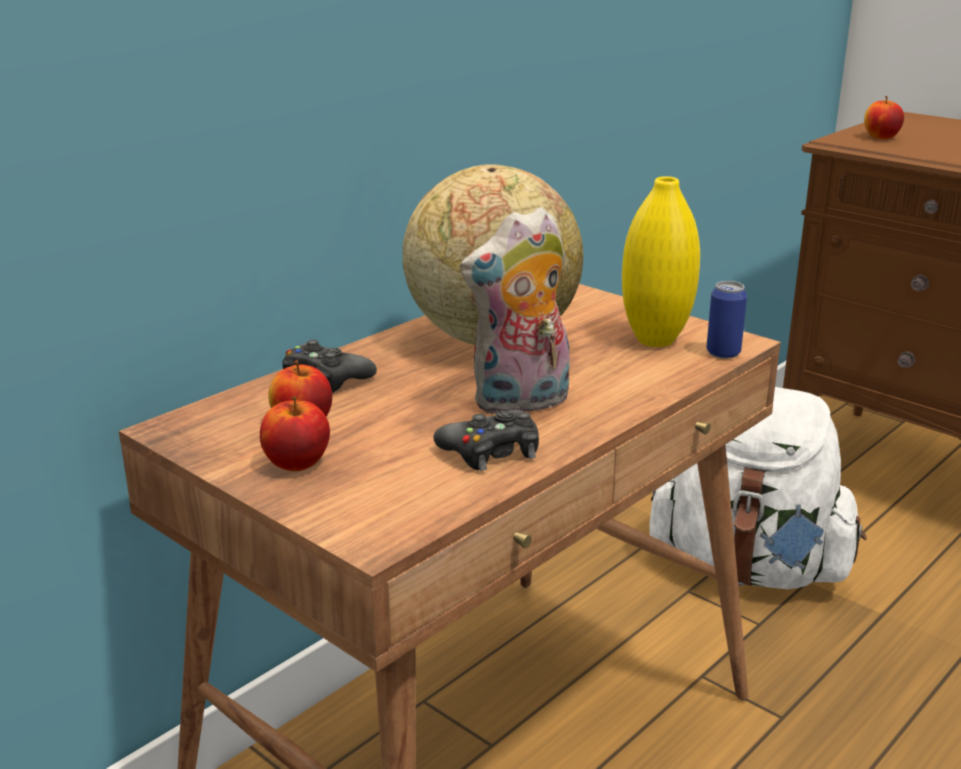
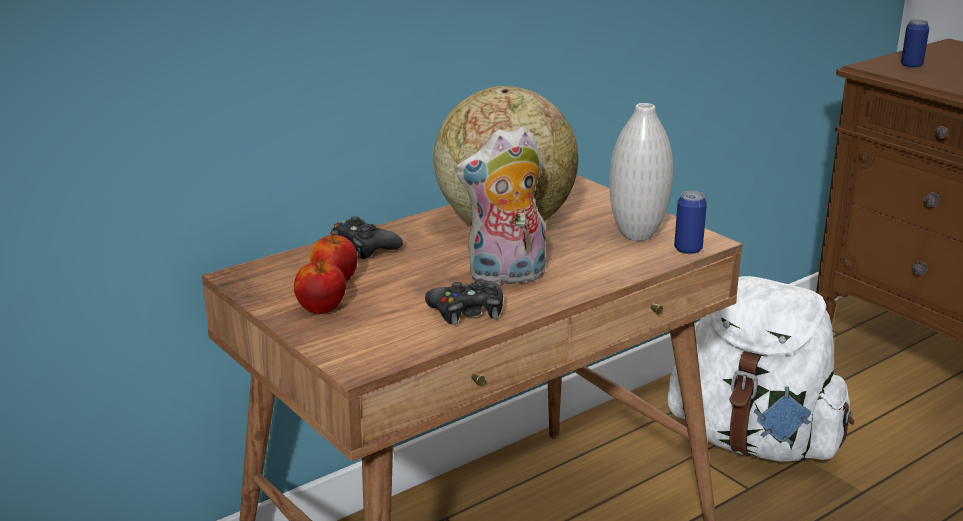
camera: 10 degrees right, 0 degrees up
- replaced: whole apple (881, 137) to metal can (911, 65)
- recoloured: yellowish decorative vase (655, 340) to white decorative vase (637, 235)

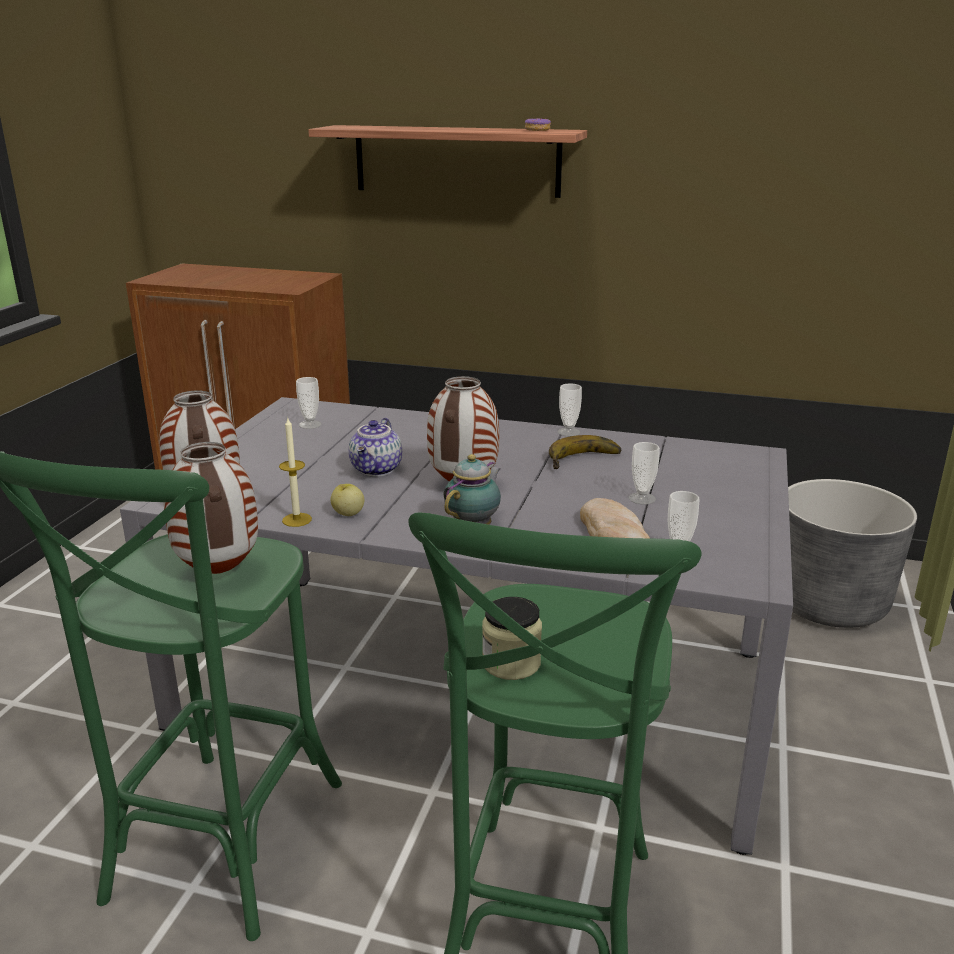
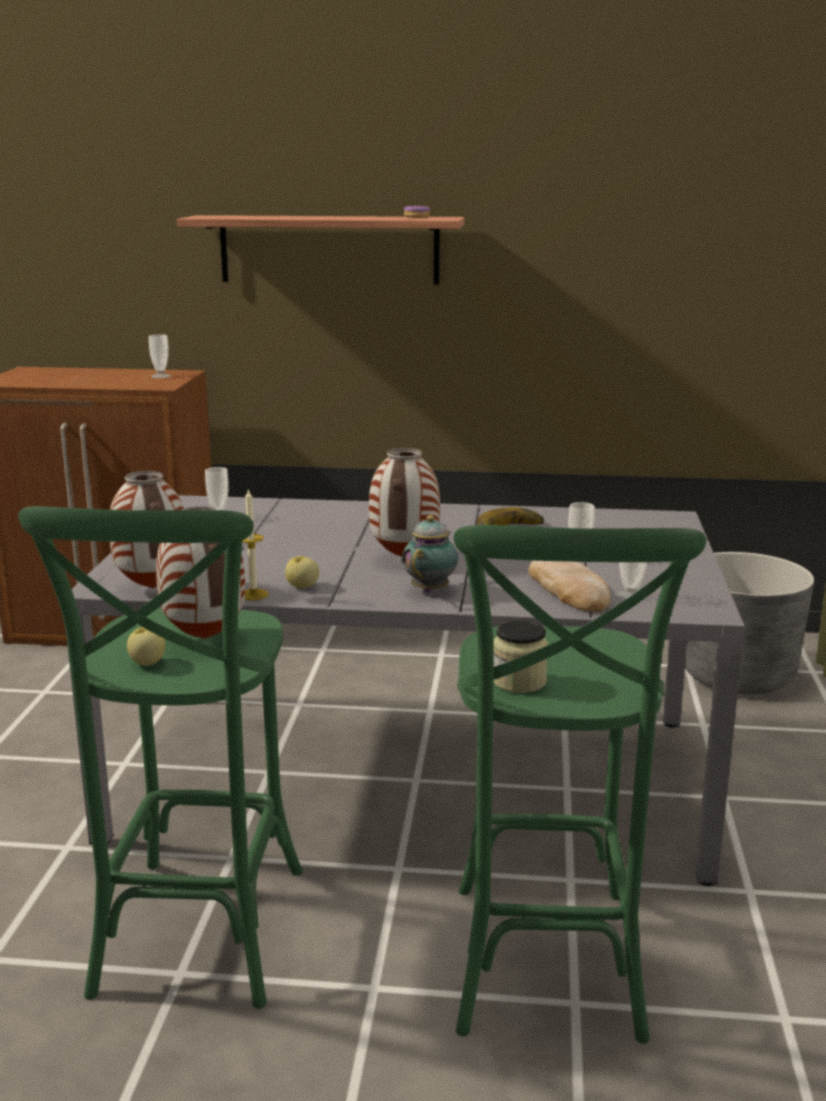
camera: 10 degrees left, 5 degrees down
- moved: small cup (568, 432) to (160, 376)
- removed: tea pot (377, 470)
- added: whole apple (147, 663)

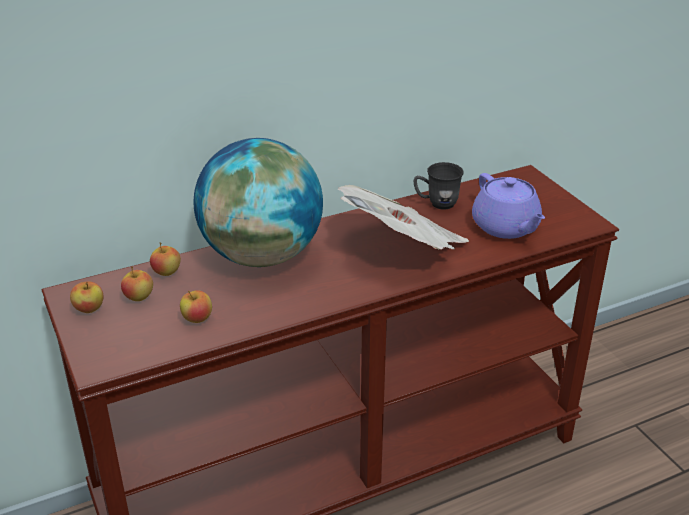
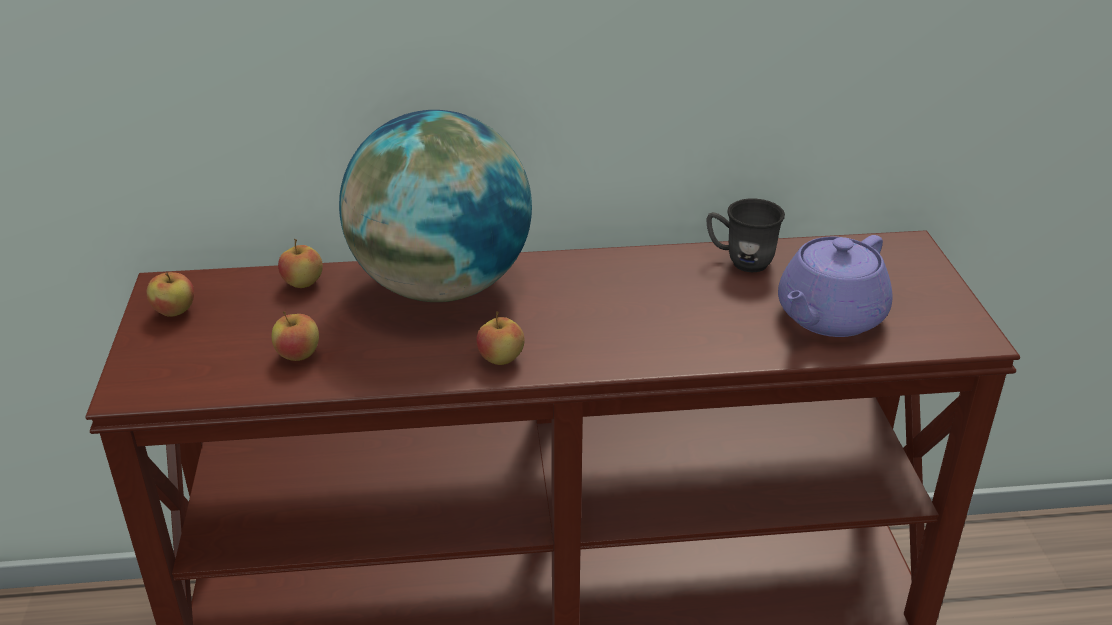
camera: 20 degrees right, 0 degrees up
- turned: purplish tea pot (506, 227) = (828, 317) 45 degrees clockwise
- removed: printed paper (403, 248)
- moved: whole apple (138, 297) to (500, 359)

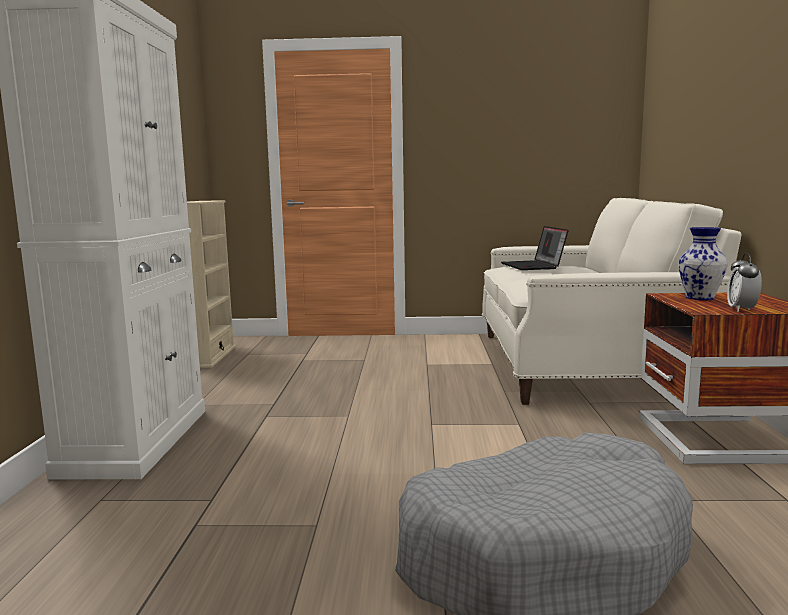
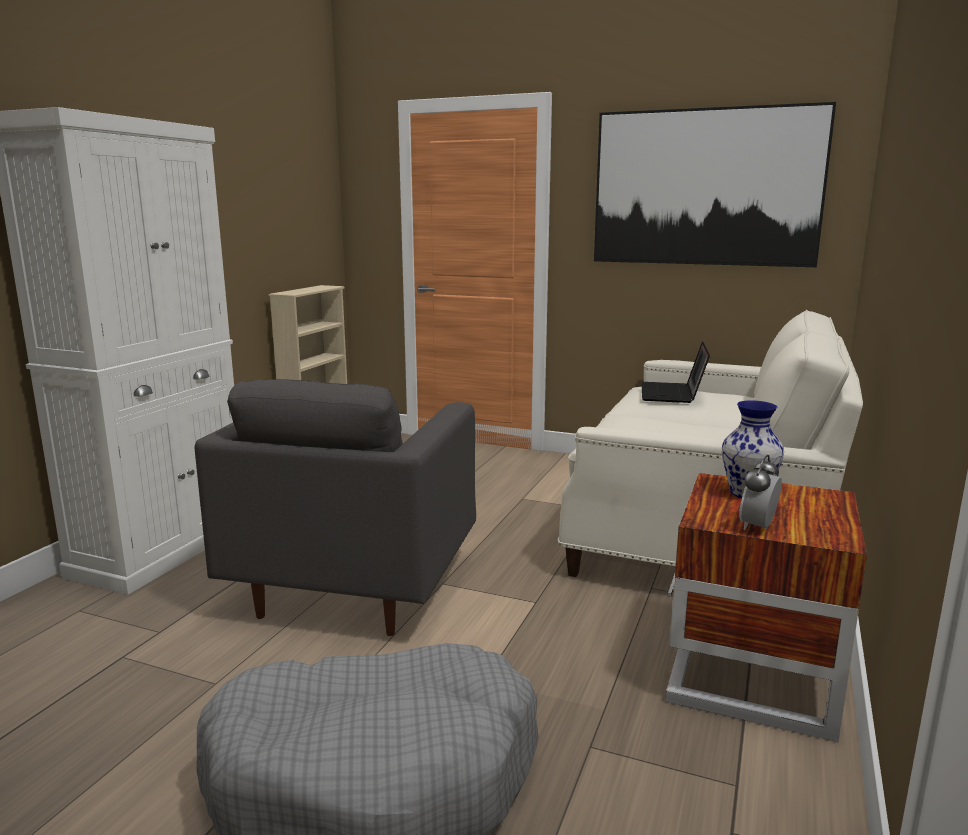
camera: 20 degrees right, 5 degrees up
- added: picture (705, 188)
- added: grey lounge chair (354, 586)

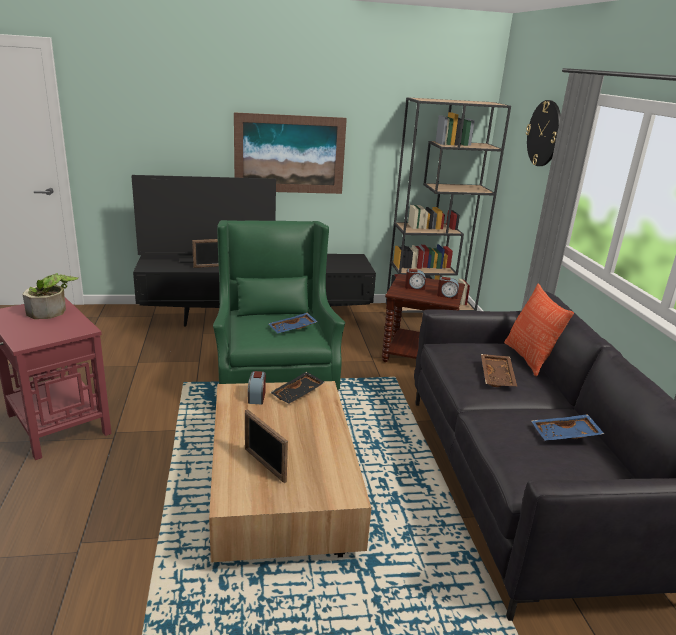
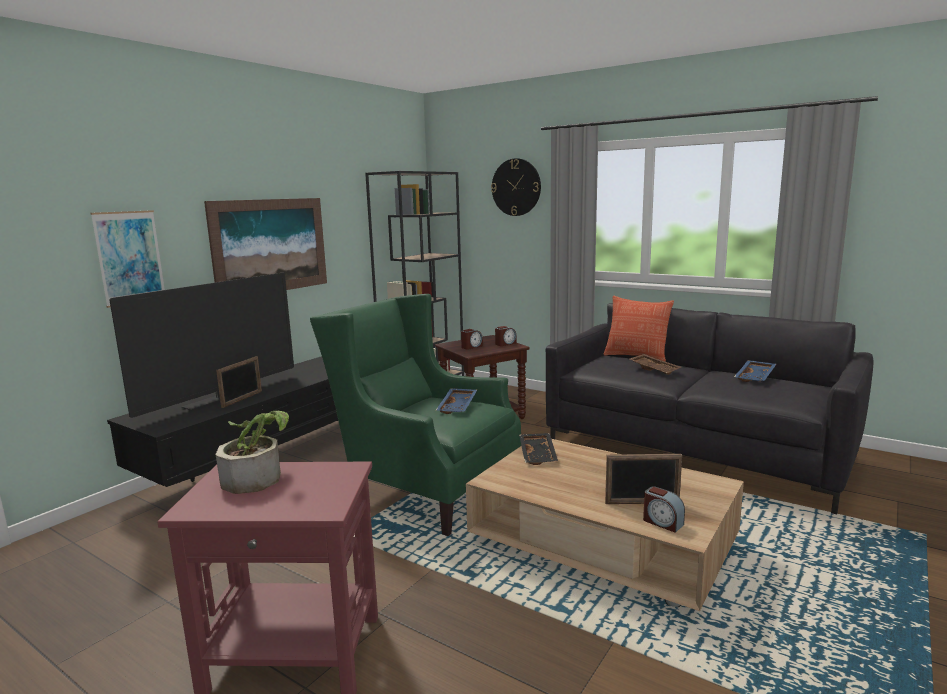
camera: 45 degrees left, 10 degrees down
- moved: table clock (256, 397) to (662, 522)
- added: picture (129, 257)

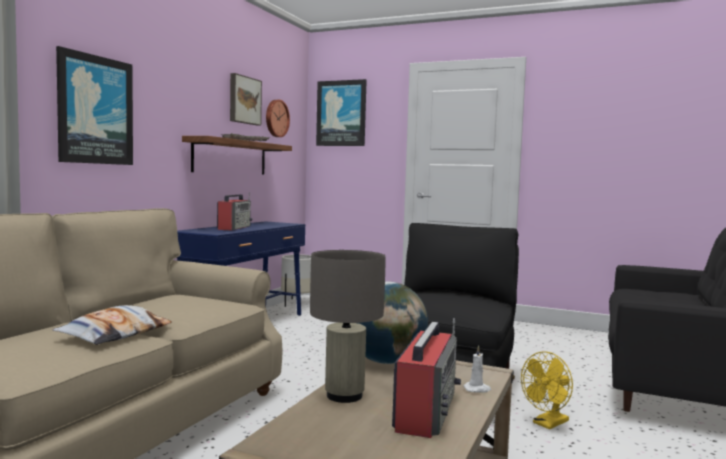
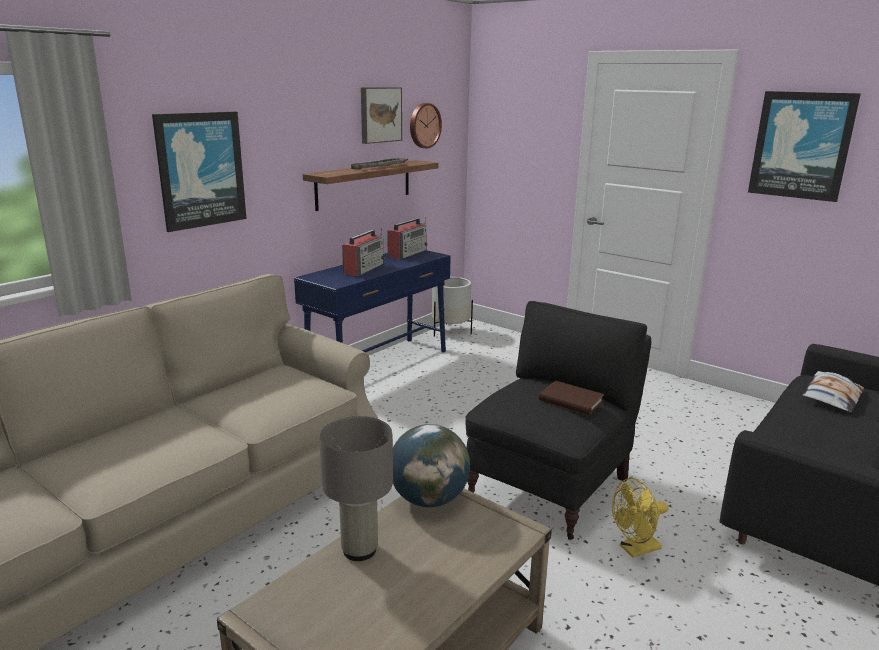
camera: 15 degrees right, 15 degrees up
- moved: picture (341, 113) to (801, 145)
- moved: throw pillow (115, 334) to (831, 397)
- moved: radio receiver (425, 411) to (408, 253)
- removed: white candle (477, 389)
- added: brownish volume (571, 401)

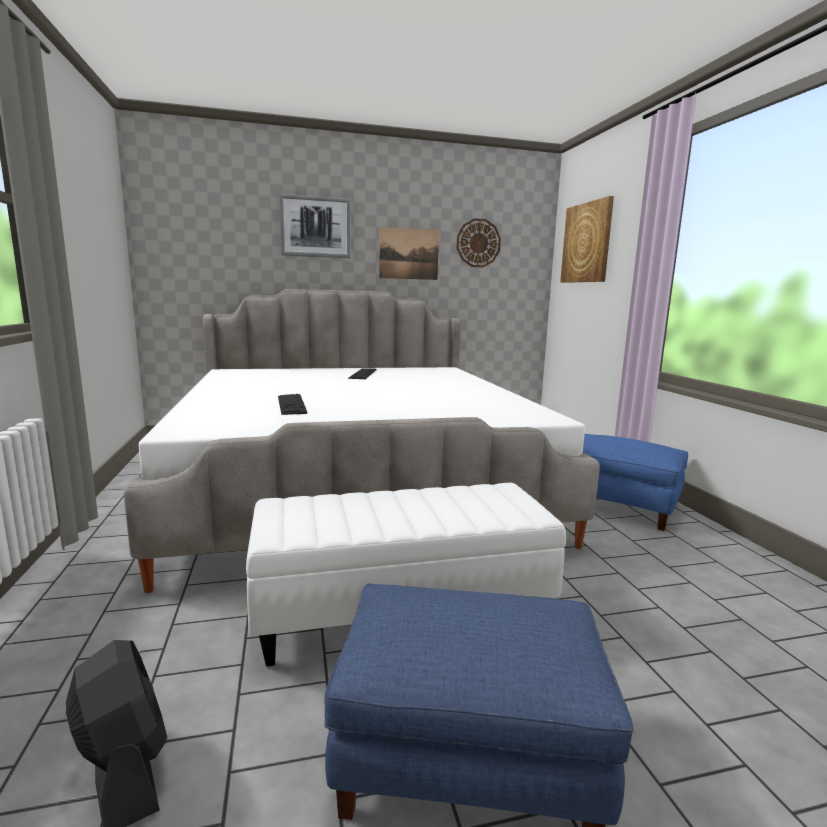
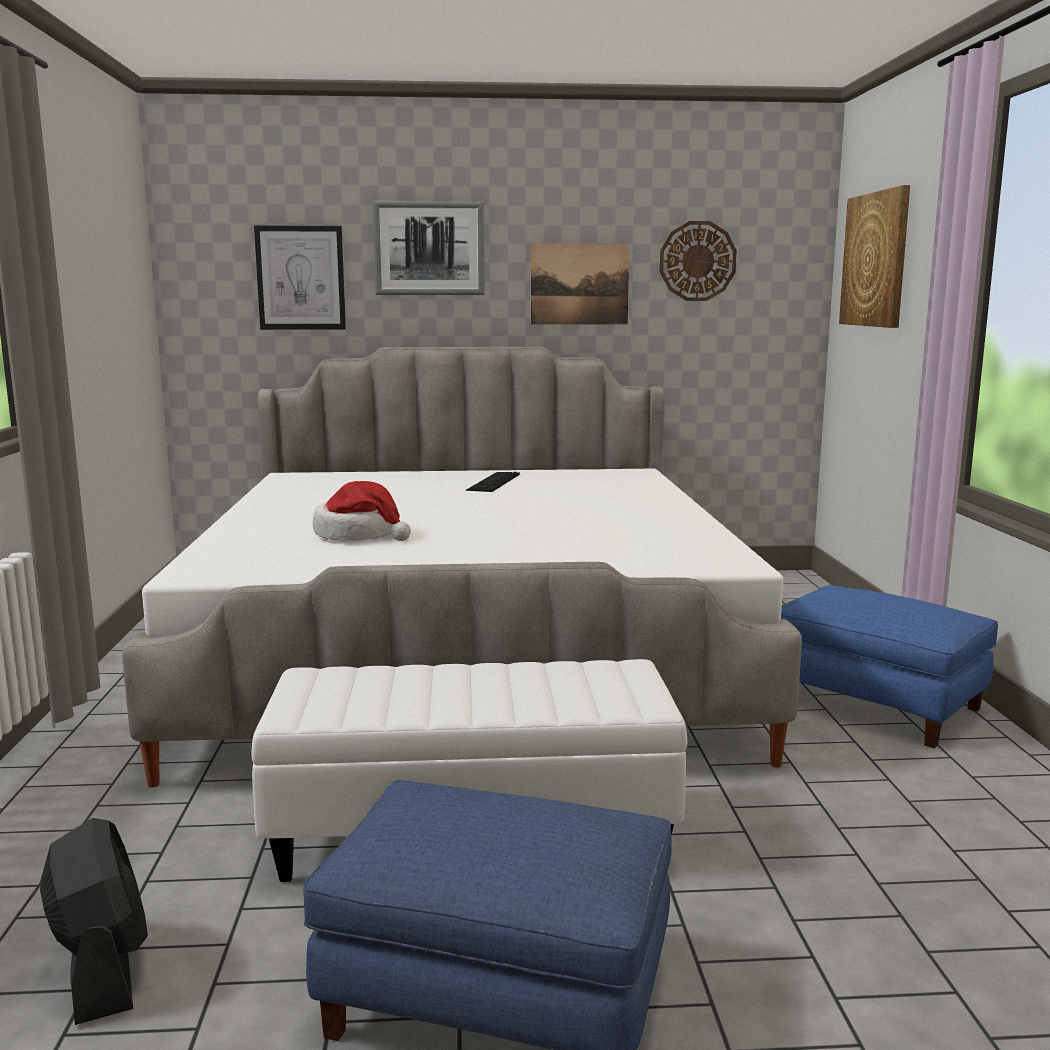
camera: 10 degrees right, 0 degrees up
- replaced: keyboard (291, 404) to clothing hat (359, 535)
- added: picture (301, 278)

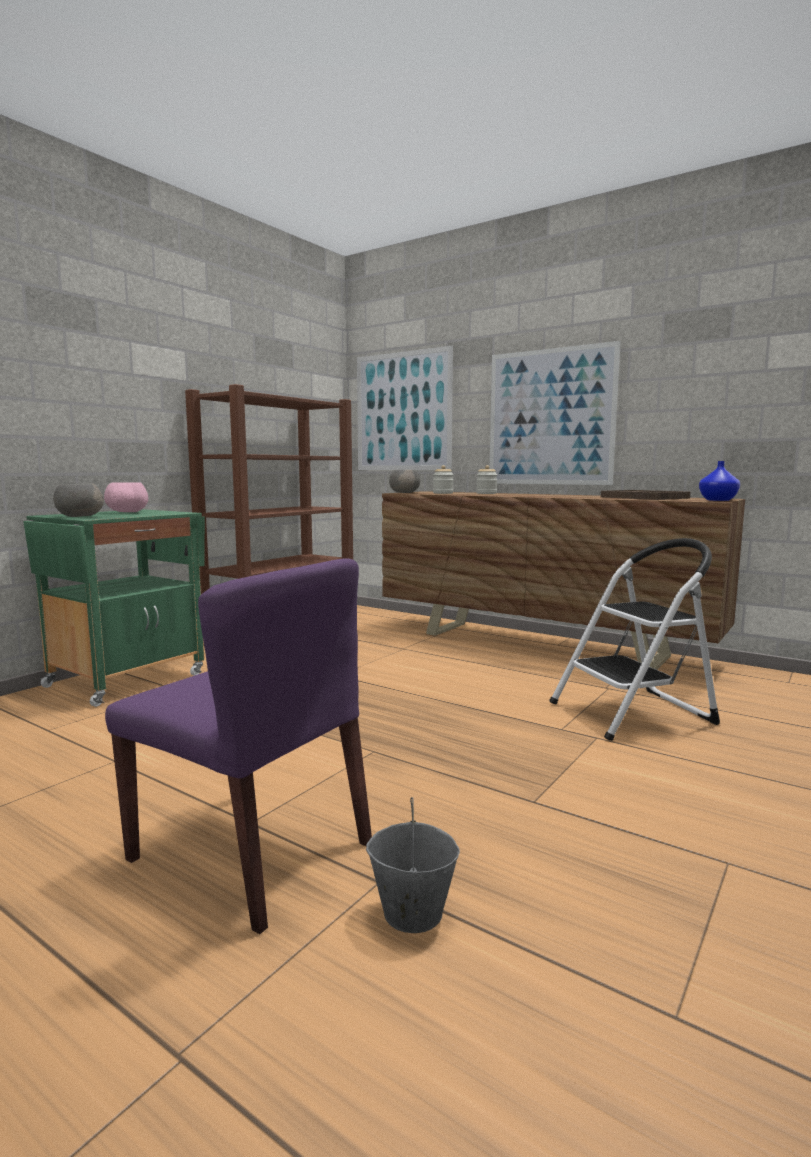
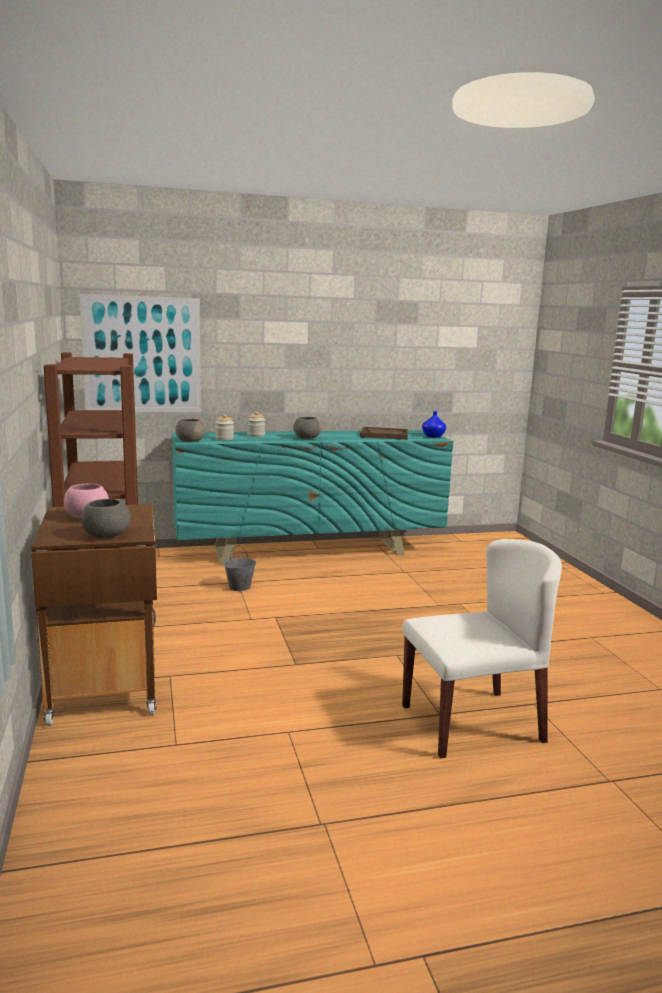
camera: 50 degrees left, 5 degrees up
- removed: picture (550, 417)
- recoloured: brownish storage cabinet (541, 645) to turquoise-coloured storage cabinet (310, 551)
- recoloured: greenish trolley (128, 679) to brownish trolley (104, 686)
- removed: step ladder (636, 713)
- recoloured: purplish plain chair (253, 852) to white plain chair (472, 722)
- moved: grey bucket (412, 913) to (239, 587)
- added: grey bowl (306, 438)

